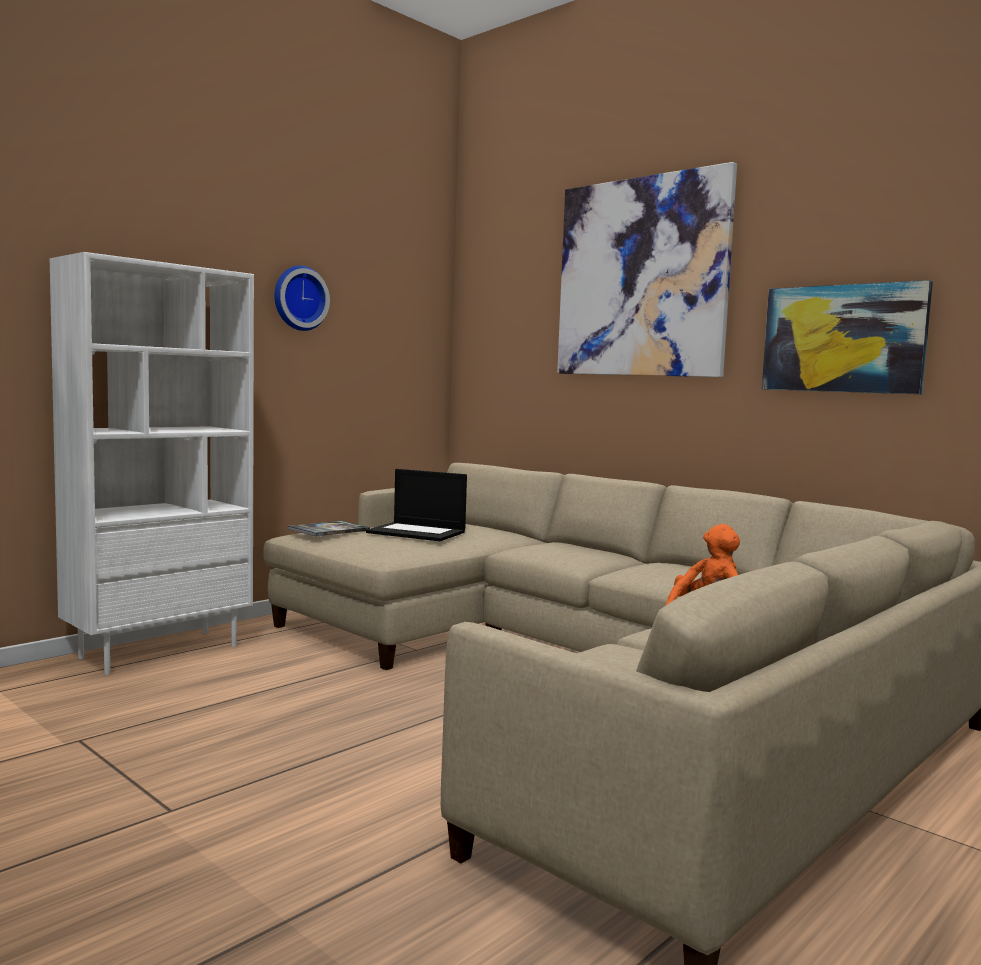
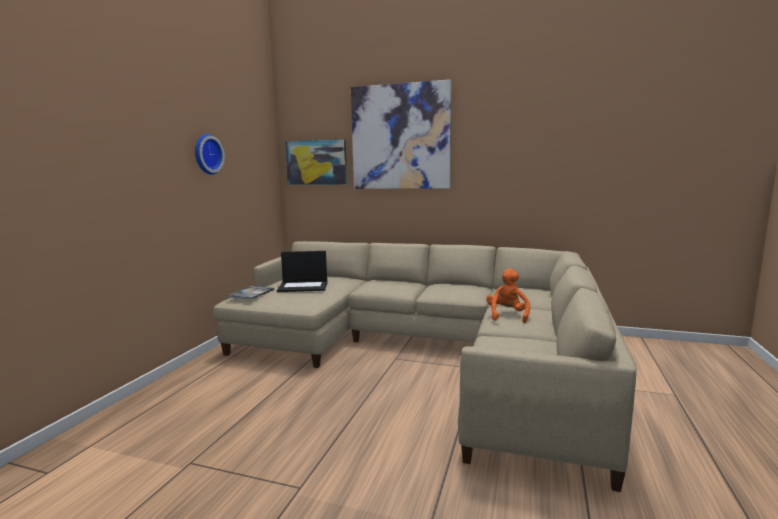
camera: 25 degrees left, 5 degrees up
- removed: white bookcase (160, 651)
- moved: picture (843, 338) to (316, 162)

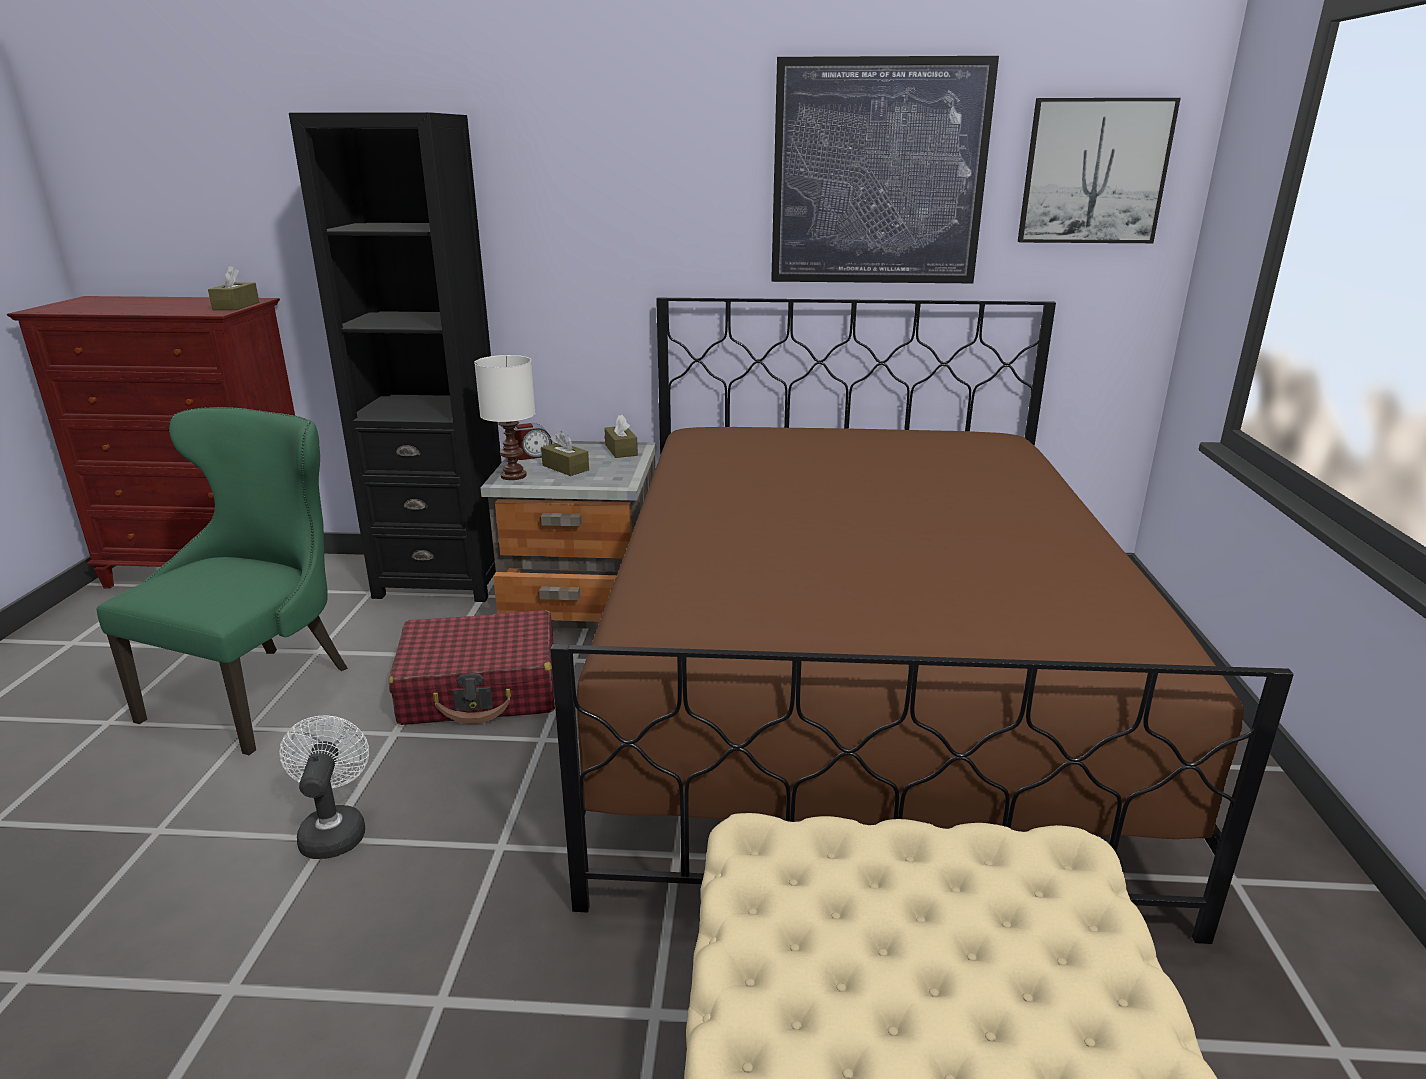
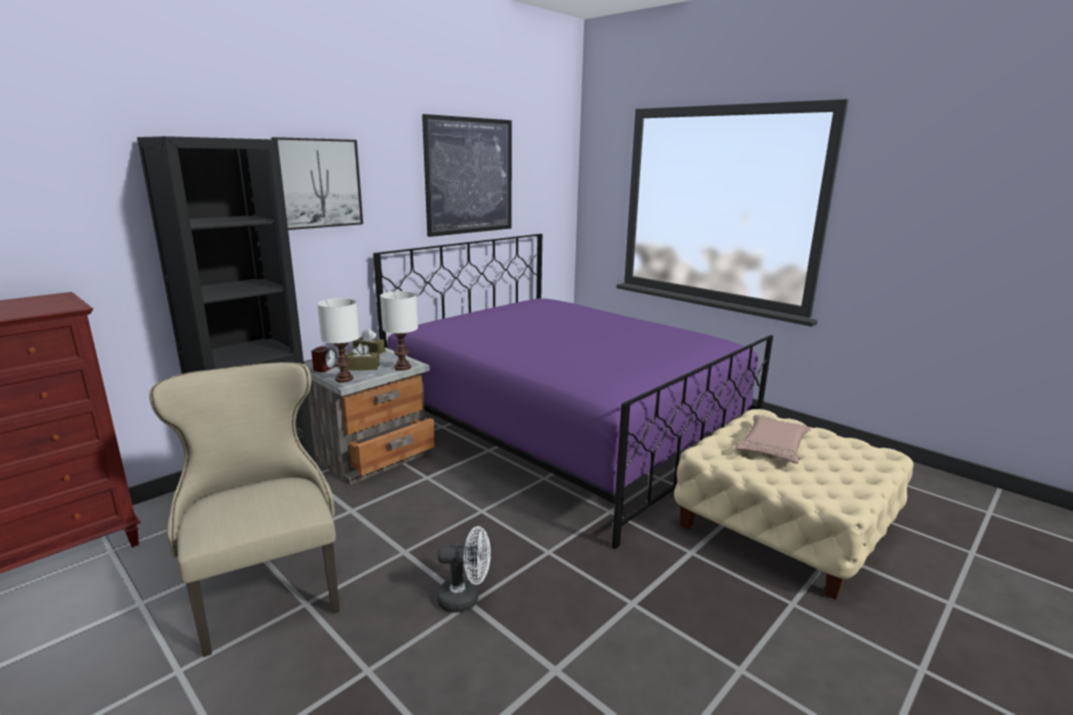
camera: 50 degrees left, 5 degrees down
- moved: picture (1094, 172) to (318, 183)
- removed: brownish tissue box (236, 306)
- recoloured: brownish bed (854, 696) to purplish bed (564, 433)
- recoloured: greenish plain chair (259, 691) to beige-coloured plain chair (266, 588)
- removed: red-coloured piece of luggage (481, 688)
- turned: white cooling fan (334, 830) = (465, 598) 150 degrees clockwise
- added: white tabletop lamp (402, 368)
- added: beige-coloured throw pillow (773, 444)

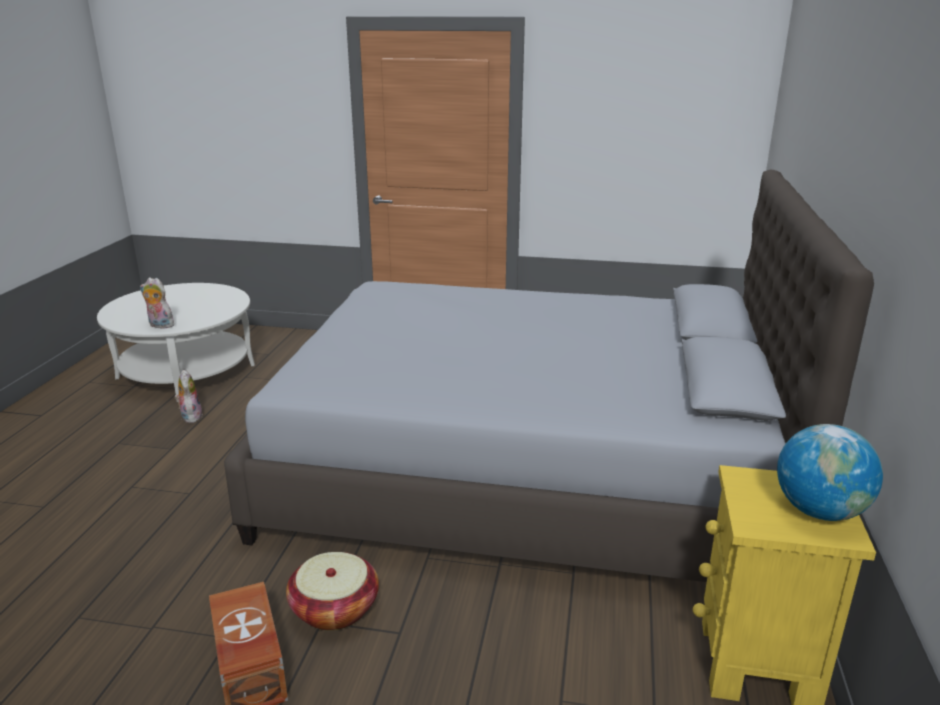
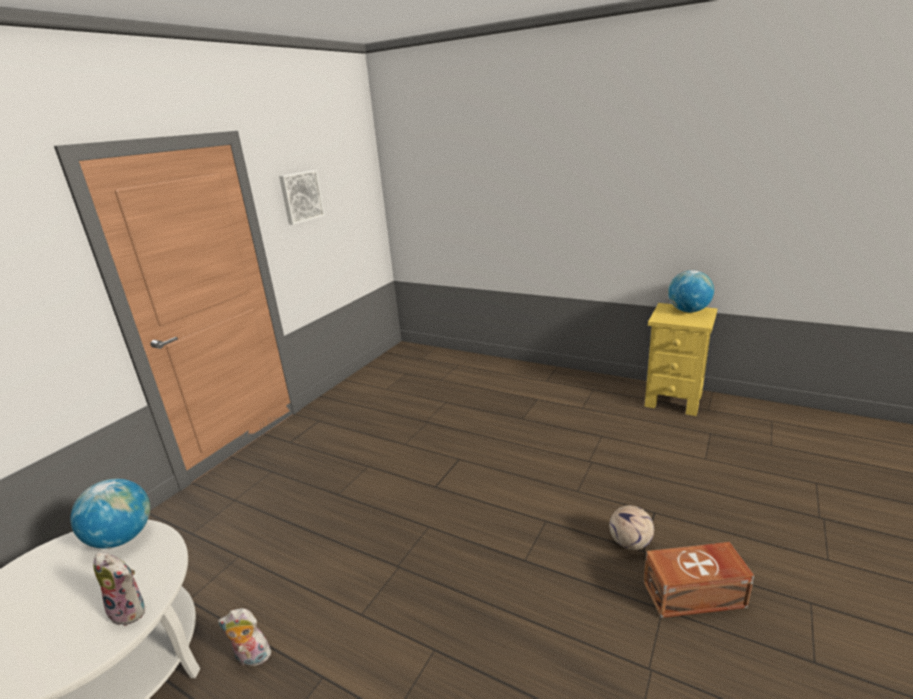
camera: 70 degrees left, 0 degrees up
- removed: grey bed (526, 472)
- turned: plush toy (159, 325) = (132, 610) 105 degrees counterclockwise
- replaced: basket (335, 609) to ball for football (629, 542)
- added: picture (300, 196)
- added: desk globe (122, 538)

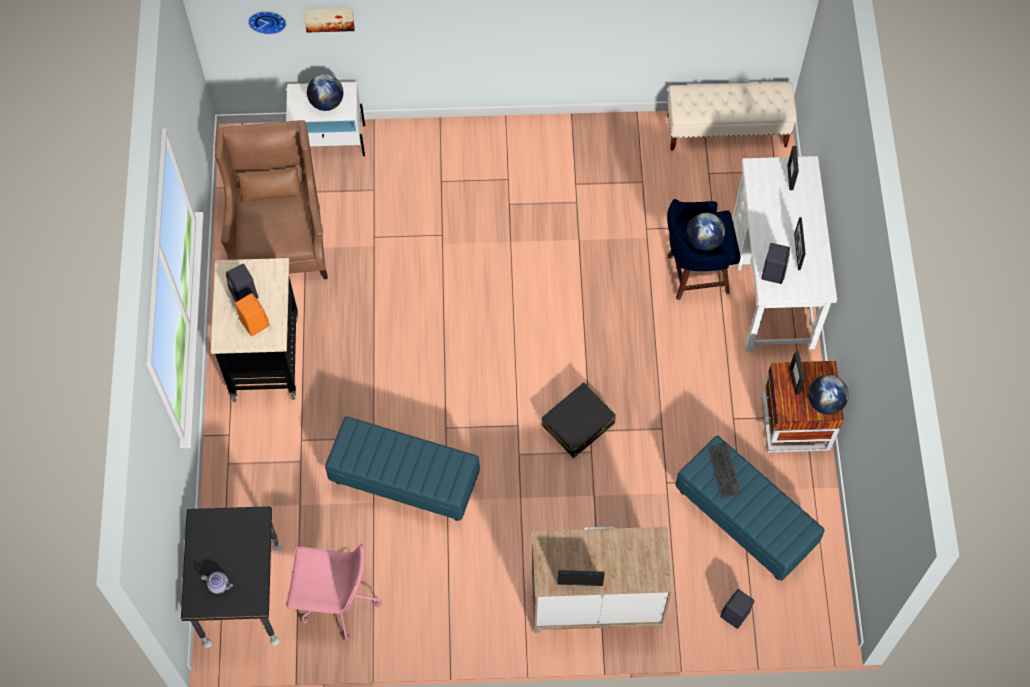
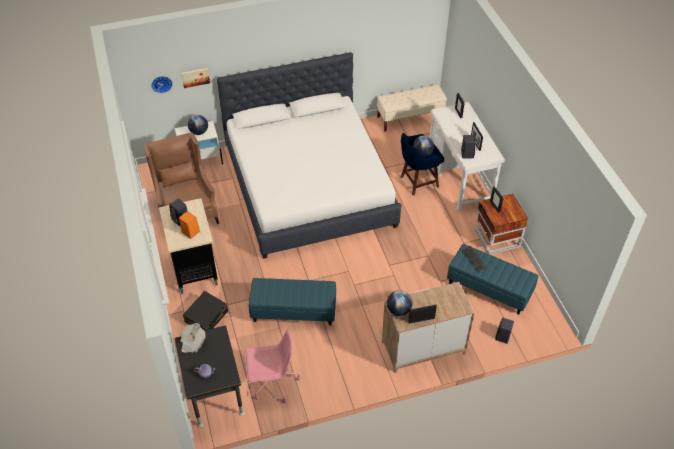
camera: 15 degrees left, 15 degrees down
- moved: desk globe (825, 402) to (398, 310)
- moved: black piece of luggage (578, 425) to (206, 317)
- added: white bed (309, 185)
- added: printed paper (192, 342)

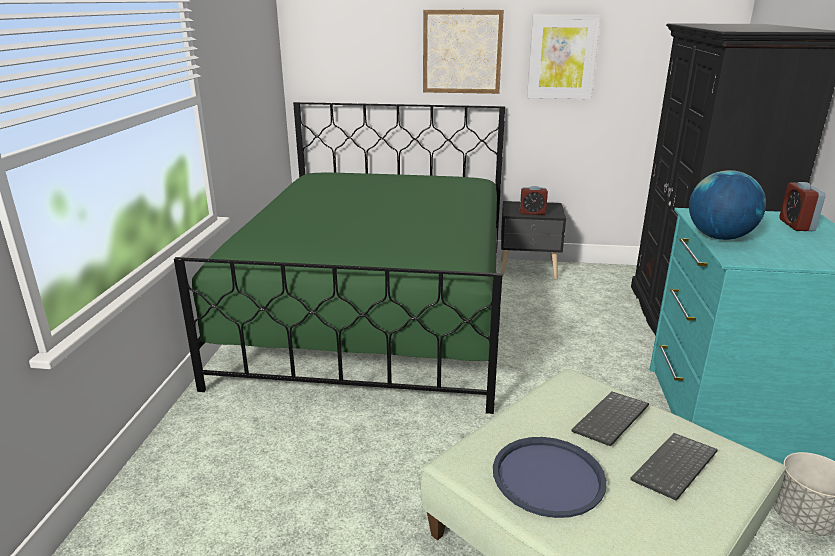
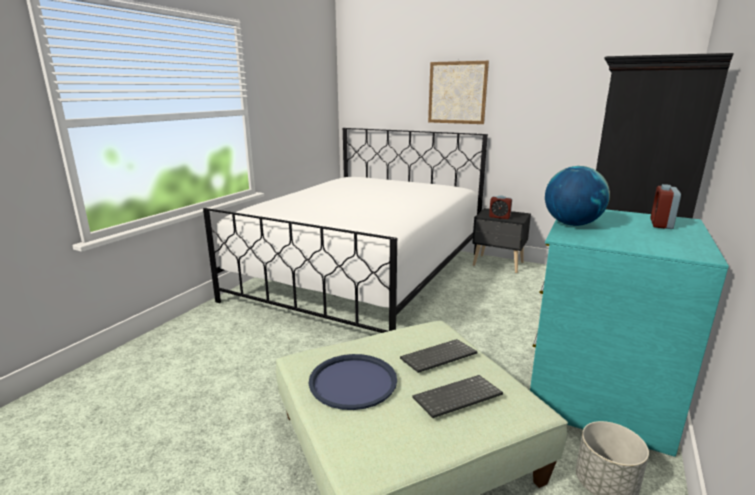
camera: 20 degrees right, 5 degrees down
- removed: picture (562, 57)
- recoloured: greenish bed (377, 311) to white bed (363, 275)

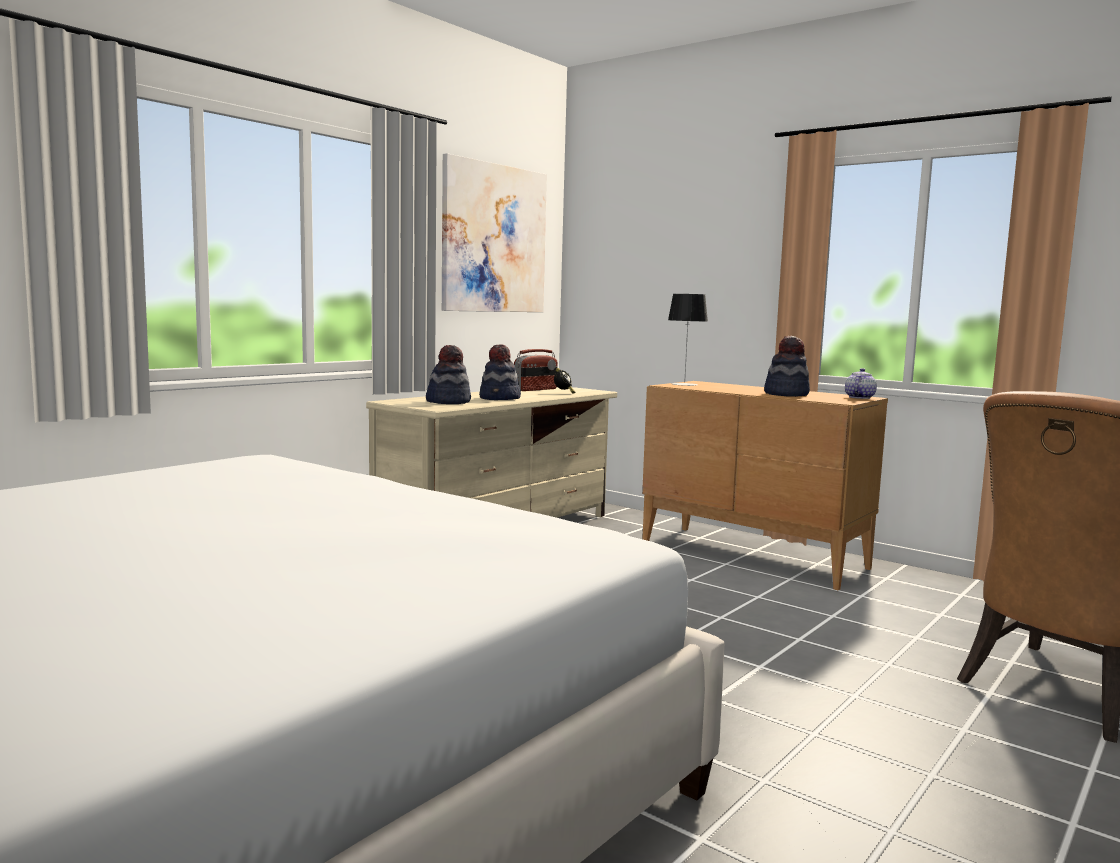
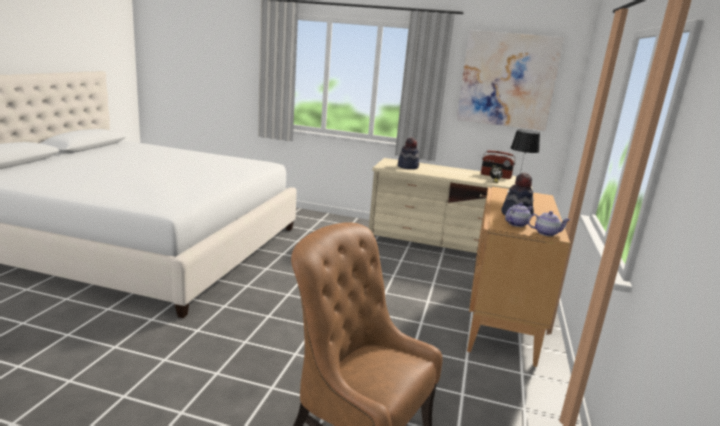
camera: 65 degrees right, 10 degrees up
- removed: clothing hat (500, 398)
- added: tea pot (516, 224)

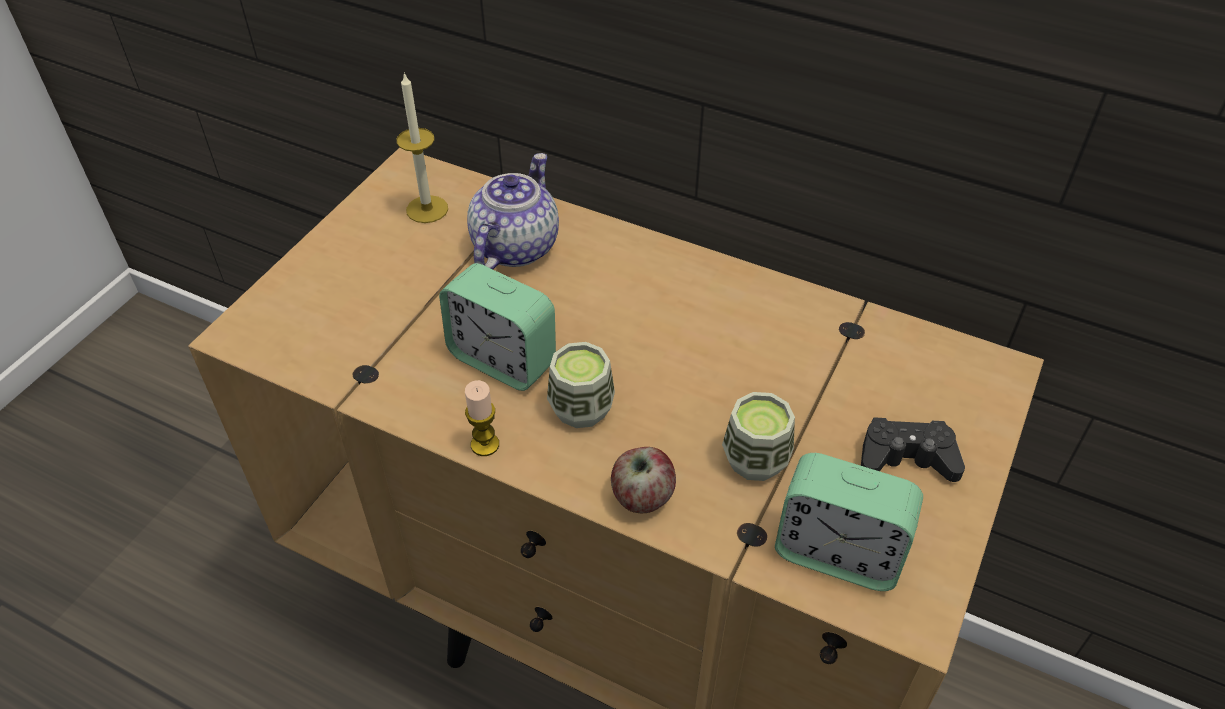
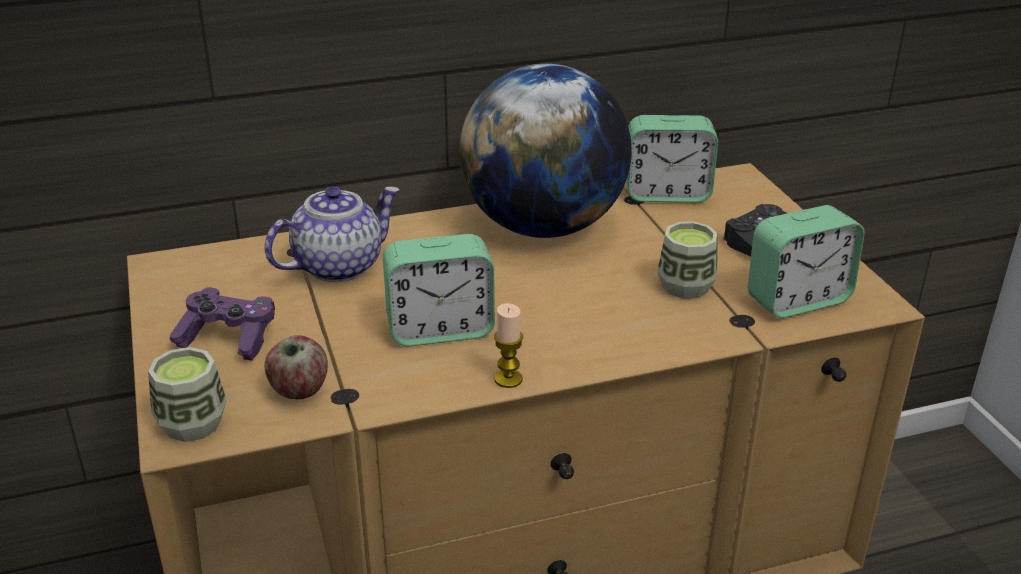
camera: 45 degrees left, 15 degrees down
- removed: candle (427, 209)
- turned: tea pot (514, 246) = (338, 265) 75 degrees clockwise
- moved: small cup (581, 408) to (192, 423)
- moved: whole apple (642, 497) to (299, 390)
- added: desk globe (543, 226)
- added: table clock (667, 193)
- added: purplish game controller (228, 338)

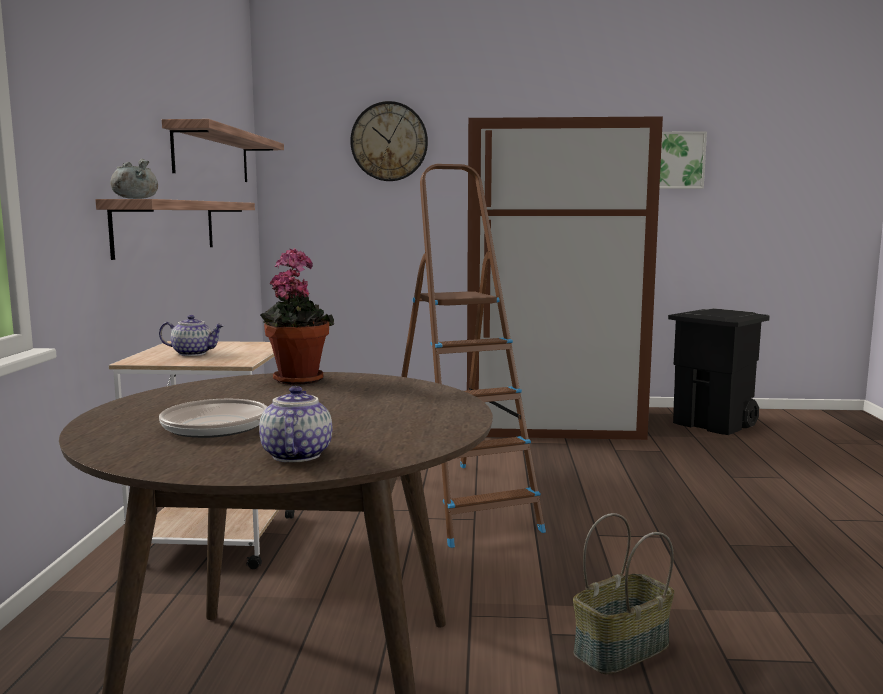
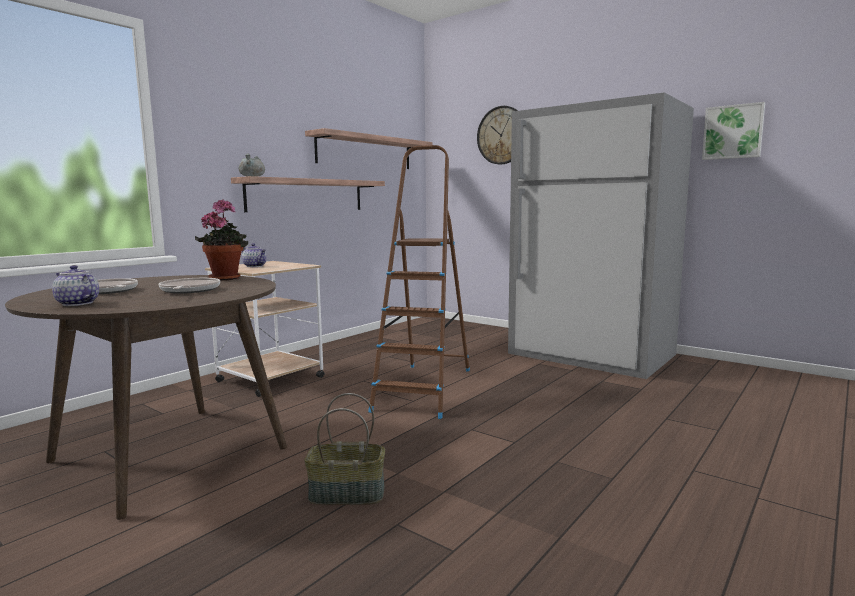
camera: 35 degrees right, 0 degrees up
- recoloured: brownish refrigerator (552, 421) to grey refrigerator (591, 354)
- removed: black waste bin (715, 425)
- turned: tea pot (295, 455) = (76, 304) 90 degrees counterclockwise
- added: pan (189, 291)

